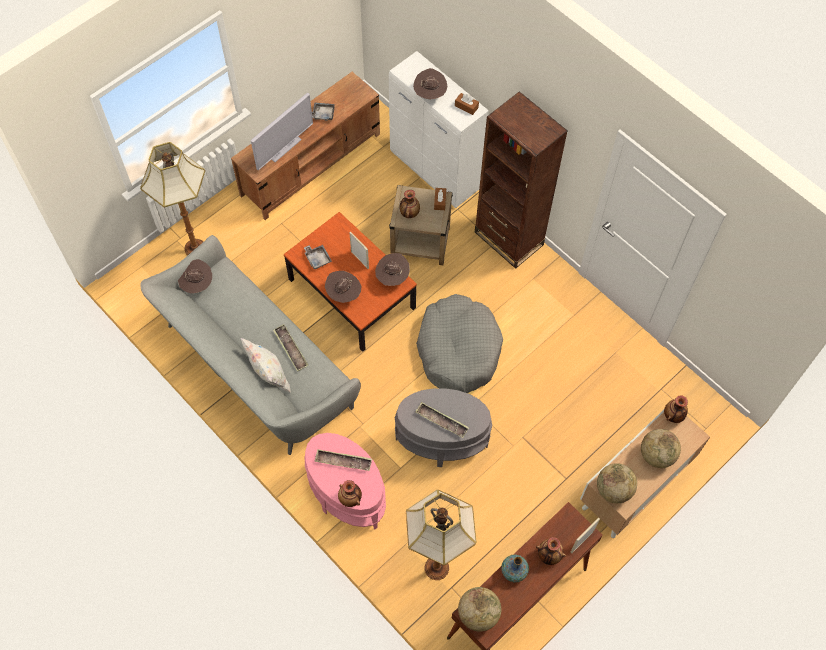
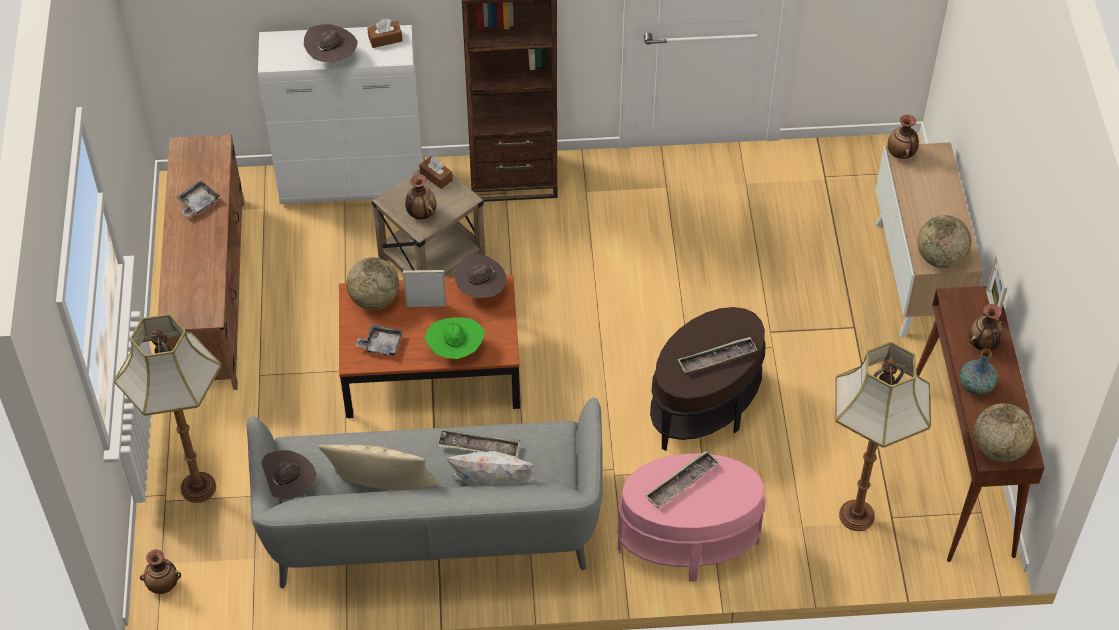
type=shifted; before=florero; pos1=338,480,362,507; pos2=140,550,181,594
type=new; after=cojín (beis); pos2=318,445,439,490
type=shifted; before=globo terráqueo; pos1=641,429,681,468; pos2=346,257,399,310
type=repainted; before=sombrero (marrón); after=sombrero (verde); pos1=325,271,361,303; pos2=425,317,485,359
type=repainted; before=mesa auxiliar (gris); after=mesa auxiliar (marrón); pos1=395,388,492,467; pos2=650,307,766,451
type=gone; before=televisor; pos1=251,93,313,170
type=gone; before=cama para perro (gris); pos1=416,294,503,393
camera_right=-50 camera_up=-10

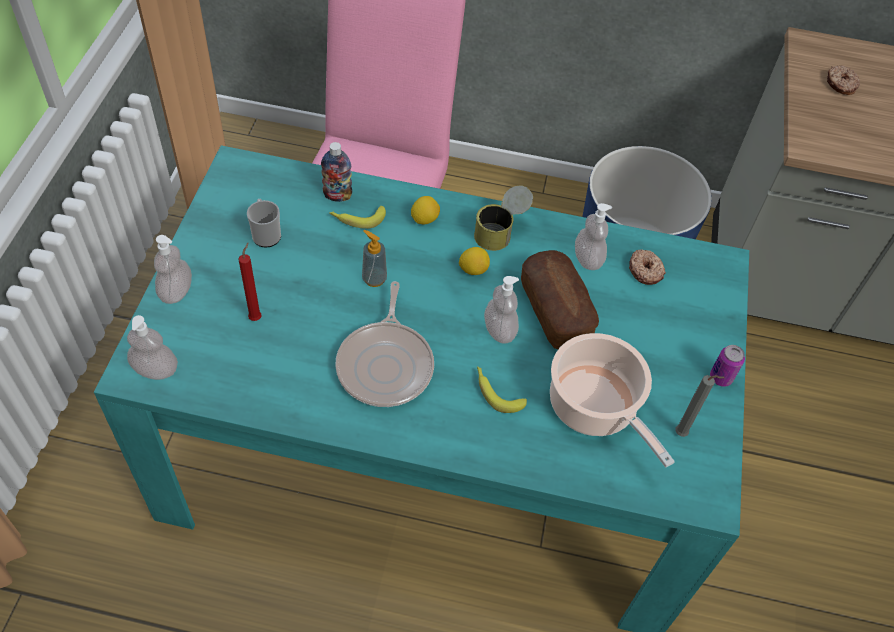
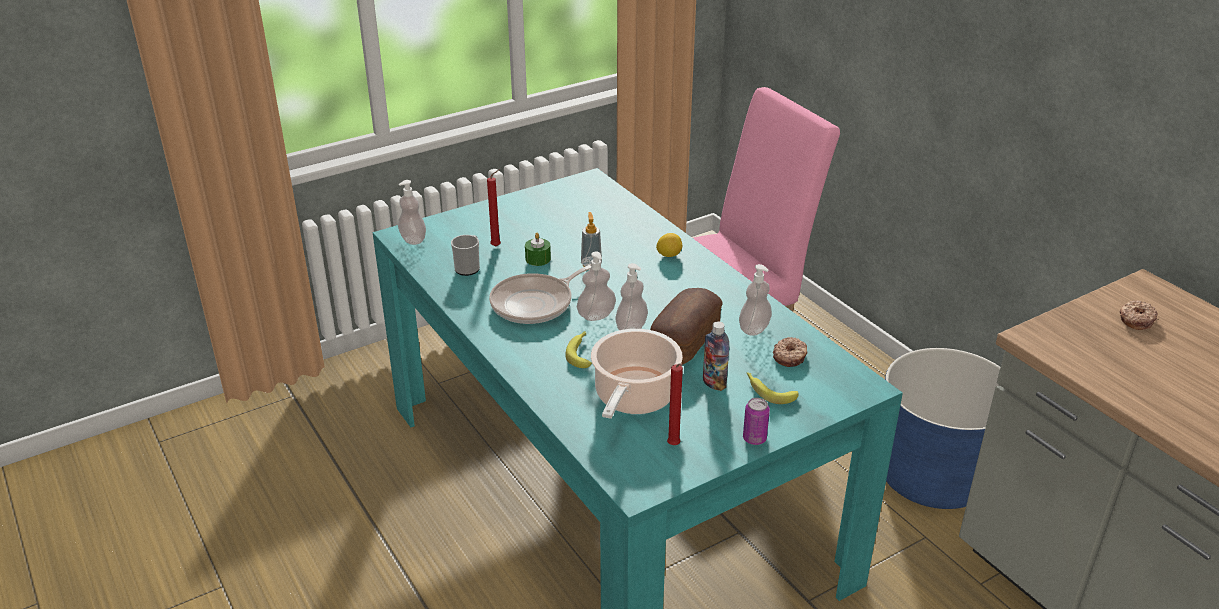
type=shifted; before=taza grande; pos1=247,199,281,248; pos2=451,235,480,276
type=new; after=vela (verde); pos2=525,233,551,266
type=shifted; before=dispensador de jabón; pos1=154,235,192,304; pos2=577,252,616,321
type=repainted; before=vela (gris); after=vela (rojo); pos1=675,375,725,437; pos2=667,363,683,445
type=shifted; before=botella; pos1=321,142,352,202; pos2=703,321,729,391
type=shifted; before=plátano; pos1=330,206,386,229; pos2=747,372,799,404
type=gone; before=limón; pos1=459,247,490,275
type=gone; before=lata; pos1=474,185,533,251
camera_right=50 camera_up=-20

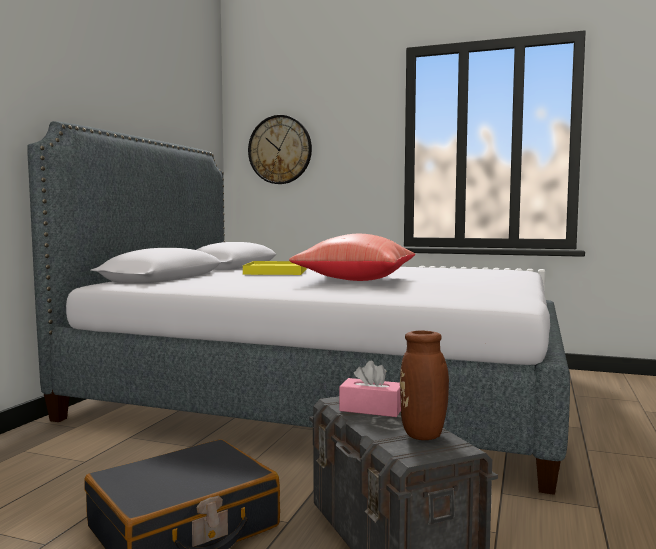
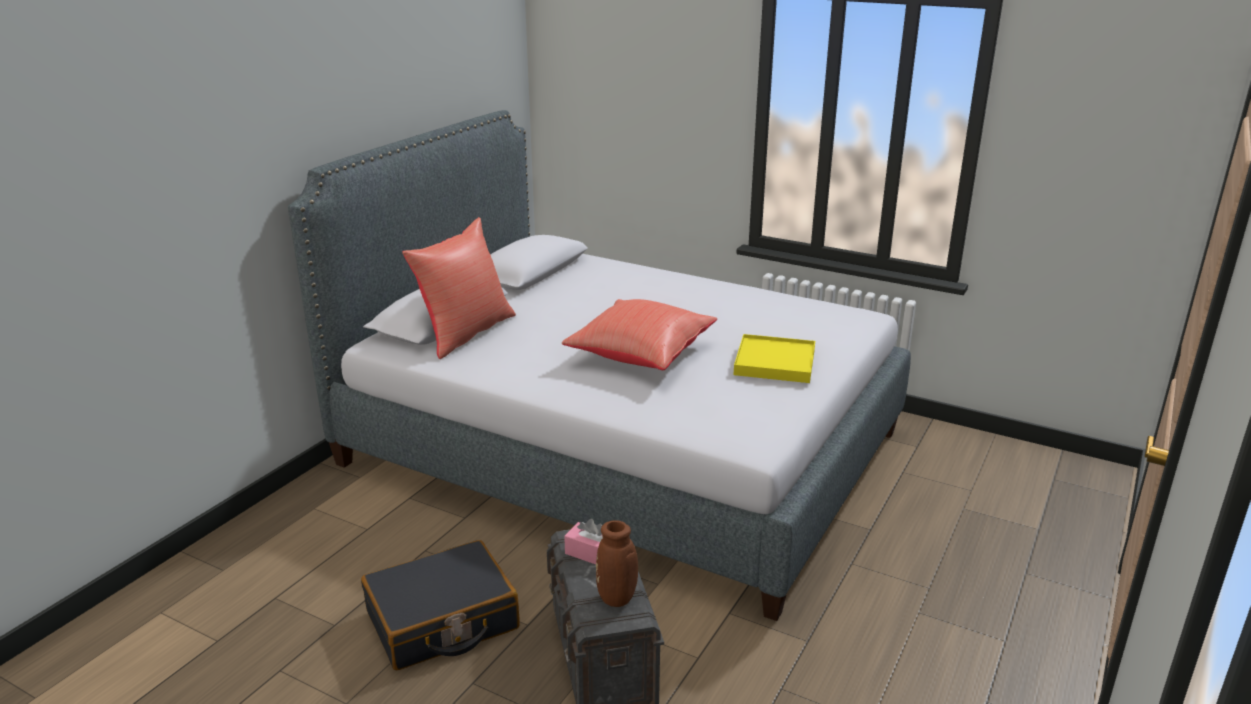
type=new; after=cojín (rojo); pos2=402,217,516,359
type=shifted; before=bandeja (amarillo); pos1=243,261,307,275; pos2=734,334,815,383
type=gone; before=reloj de pared; pos1=248,115,312,184
camera_right=10 camera_up=20

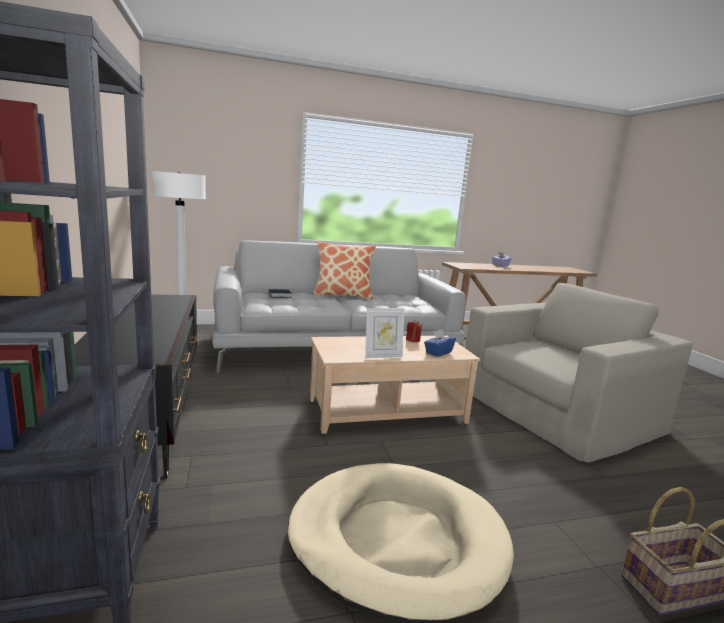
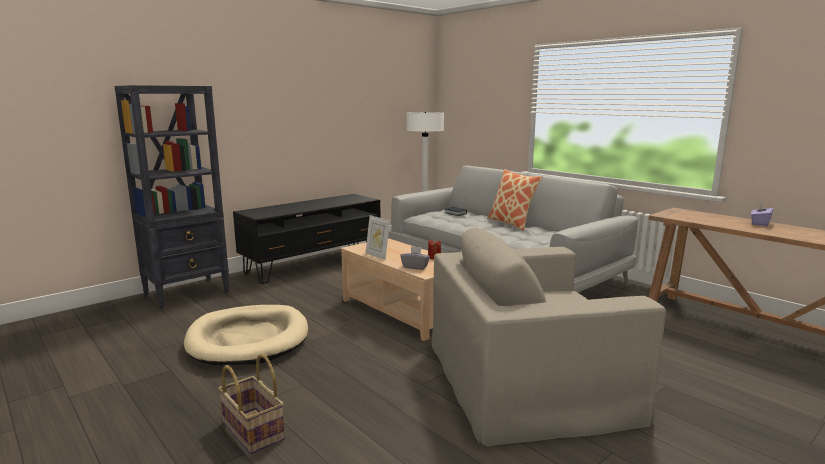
type=repainted; before=caja de pañuelos (azul); after=caja de pañuelos (gris); pos1=424,329,456,357; pos2=400,246,430,270
type=rotated; before=sillón (beis); pos1=465,283,693,463; pos2=432,227,666,446; turn=135
camera_right=65 camera_up=0

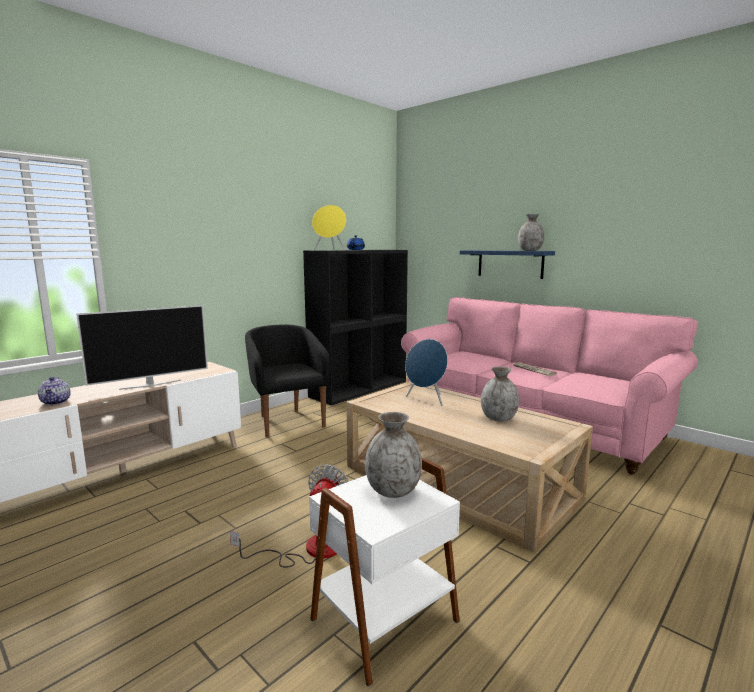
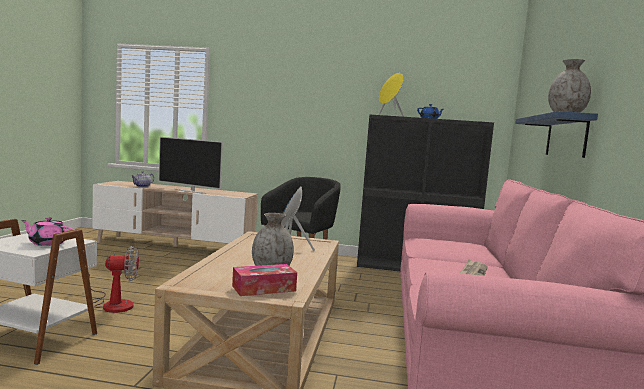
type=swapped; before=florero (gris); after=tetera (rosa); pos1=365,412,422,498; pos2=21,217,73,246
type=new; after=caja de pañuelos; pos2=232,264,297,296
camera_right=55 camera_up=-5

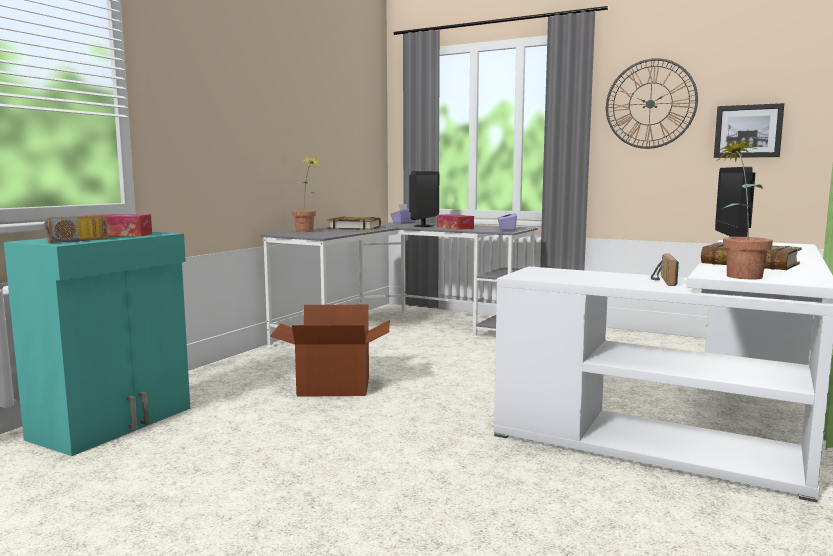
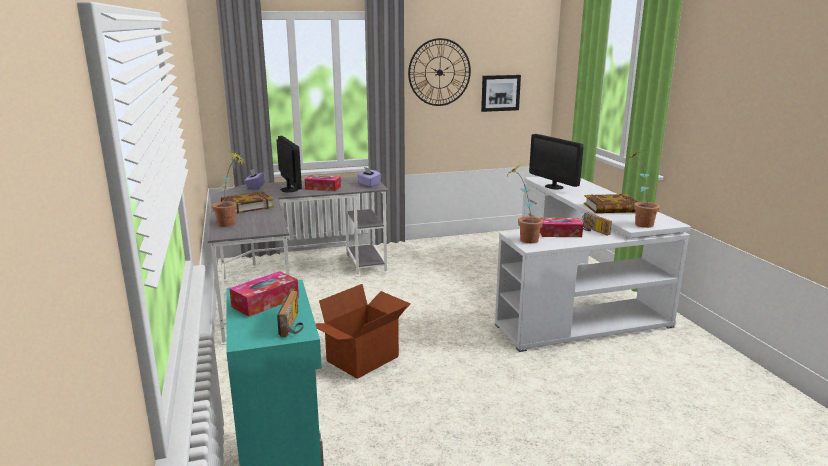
type=new; after=planta en maceta; pos2=508,165,543,243
type=new; after=caja de pañuelos; pos2=540,218,583,237
camera_right=-45 camera_up=10

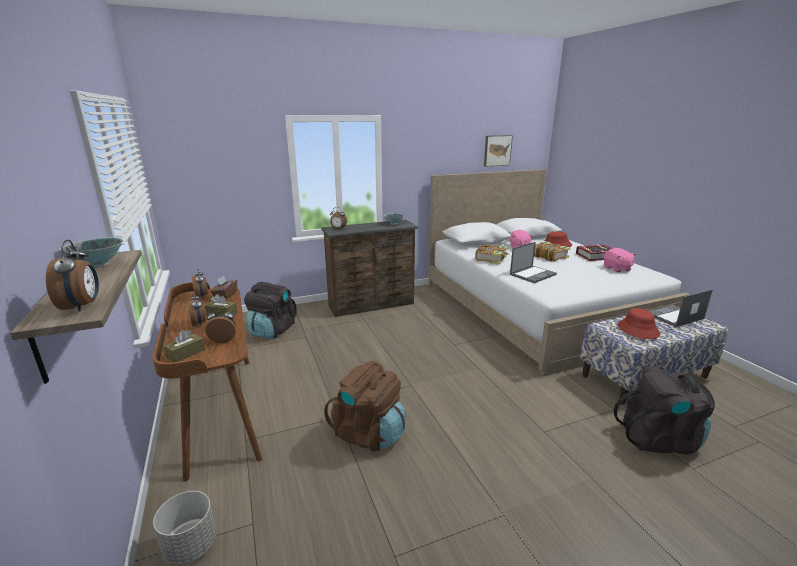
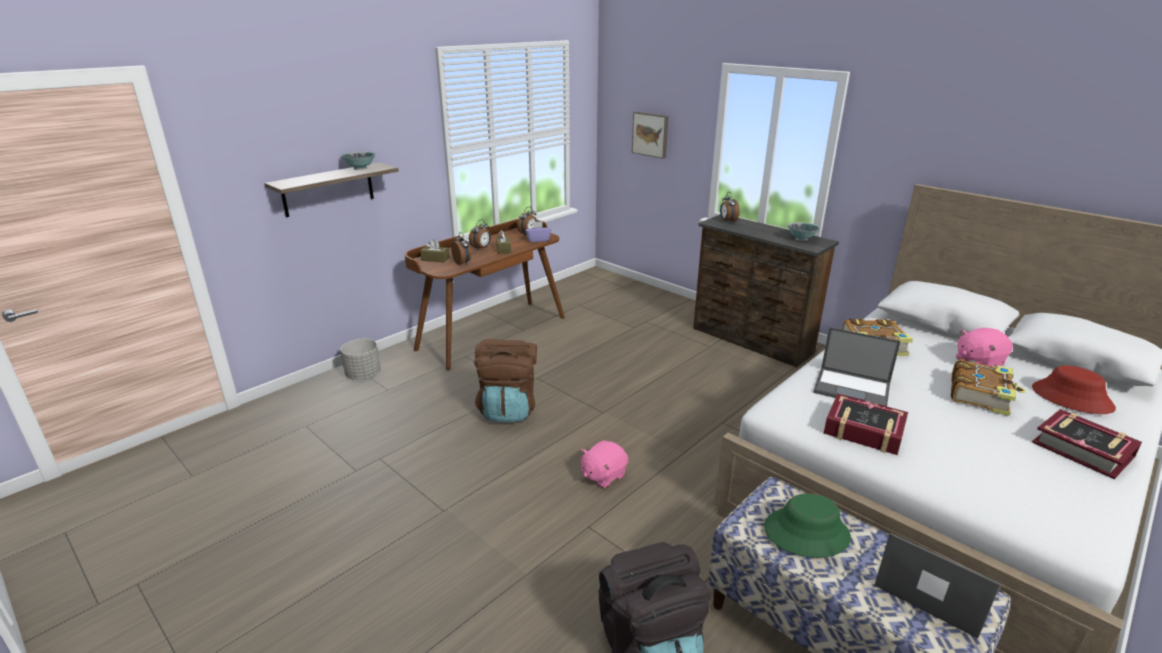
type=repainted; before=caja de pañuelos (marrón); after=caja de pañuelos (morado); pos1=211,276,237,300; pos2=525,221,551,242
type=shifted; before=peluche (rosa); pos1=604,248,636,272; pos2=581,440,628,489
type=shifted; before=cuadro; pos1=484,135,513,166; pos2=632,112,669,159
type=repainted; before=sombrero (rojo); after=sombrero (verde); pos1=618,308,660,339; pos2=764,493,851,558
type=new; after=libro; pos2=824,393,908,455
type=gone; before=despertador; pos1=46,240,99,312
type=gone; before=mochila (negro); pos1=244,282,297,339
camera_right=65 camera_up=5

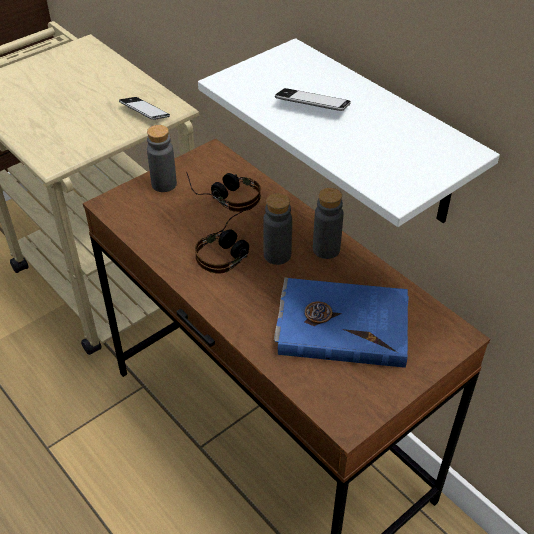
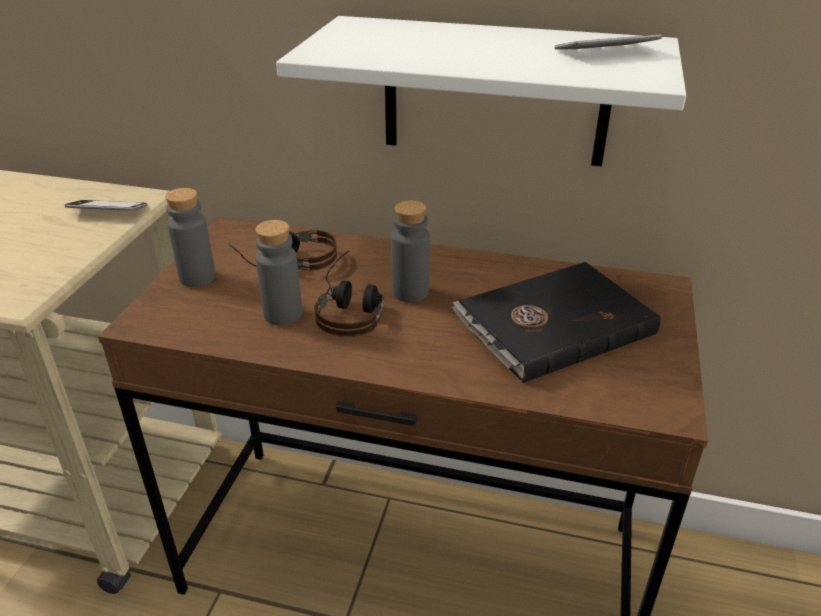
type=shifted; before=botella (gris); pos1=313,188,343,259; pos2=255,220,302,326
type=repainted; before=libro (azul); after=libro (negro); pos1=274,278,409,368; pos2=452,262,661,383
type=shifted; before=móvil; pos1=275,88,351,111; pos2=555,34,662,50
camera_right=-35 camera_up=-10

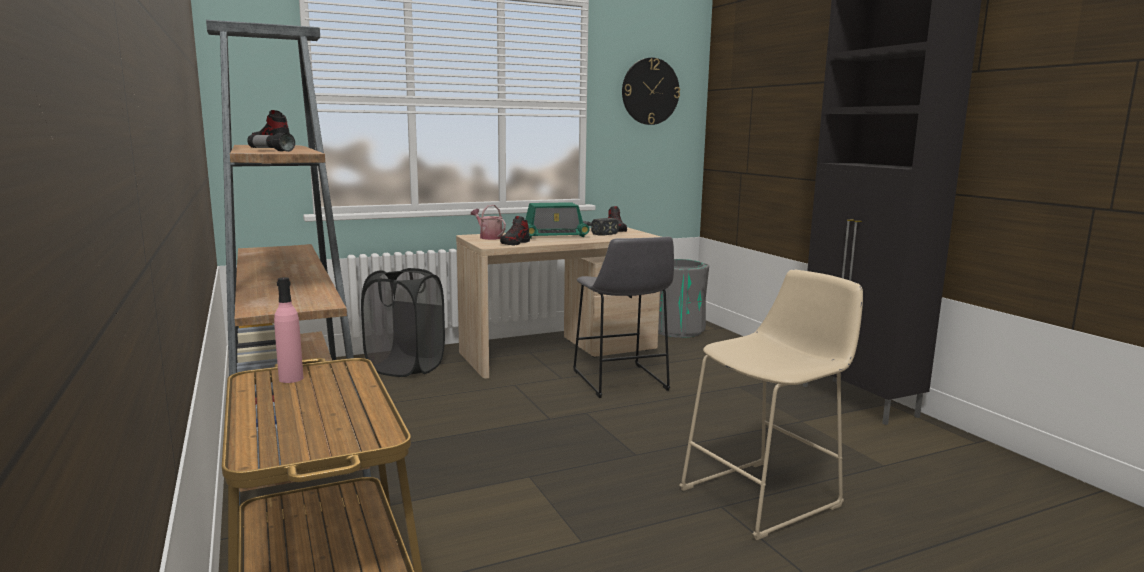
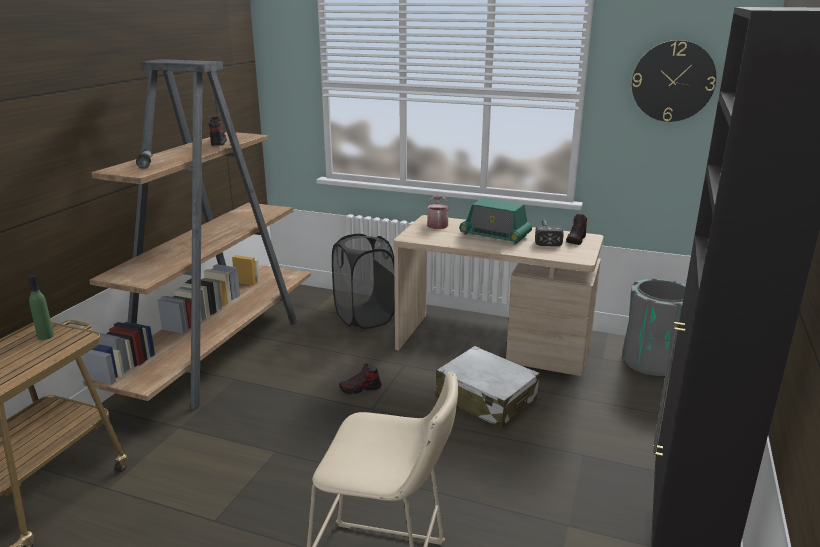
type=repainted; before=botella (rosa); after=botella (verde); pos1=274,277,304,383; pos2=28,275,54,340
type=shifted; before=zapato; pos1=500,216,530,246; pos2=339,364,382,394
type=swapped; before=taburete (gris); after=maleta (blanco); pos1=573,237,674,398; pos2=435,346,540,428
camera_right=45 camera_up=10

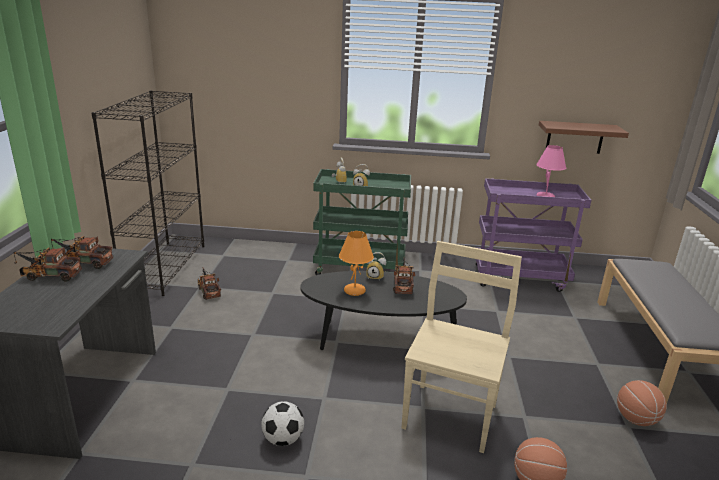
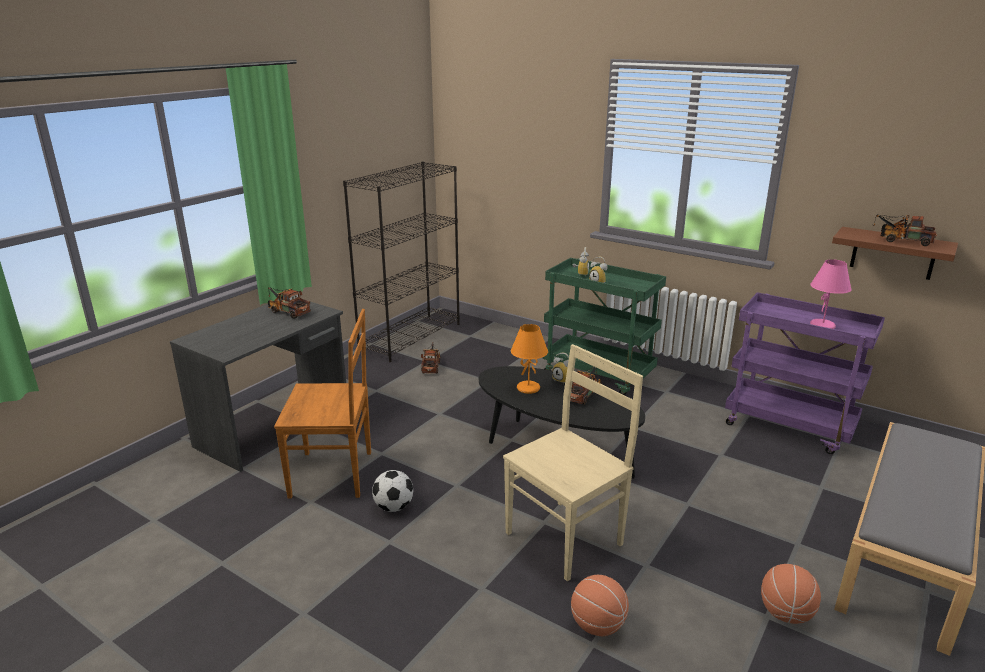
type=new; after=silla (marrón); pos2=274,309,371,498
type=shifted; before=camión de juguete; pos1=14,248,82,281; pos2=872,215,937,246
camera_right=30 camera_up=0

